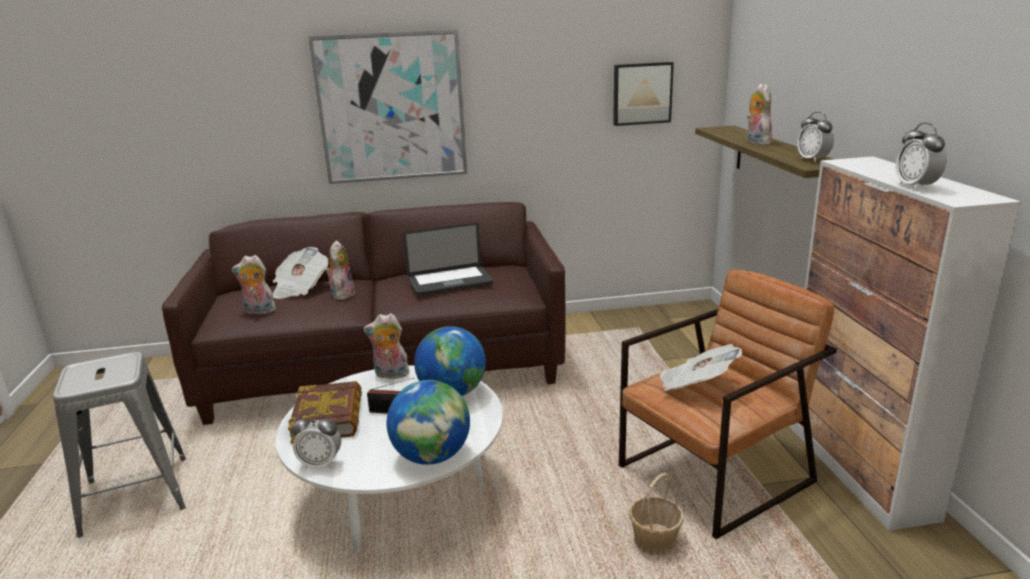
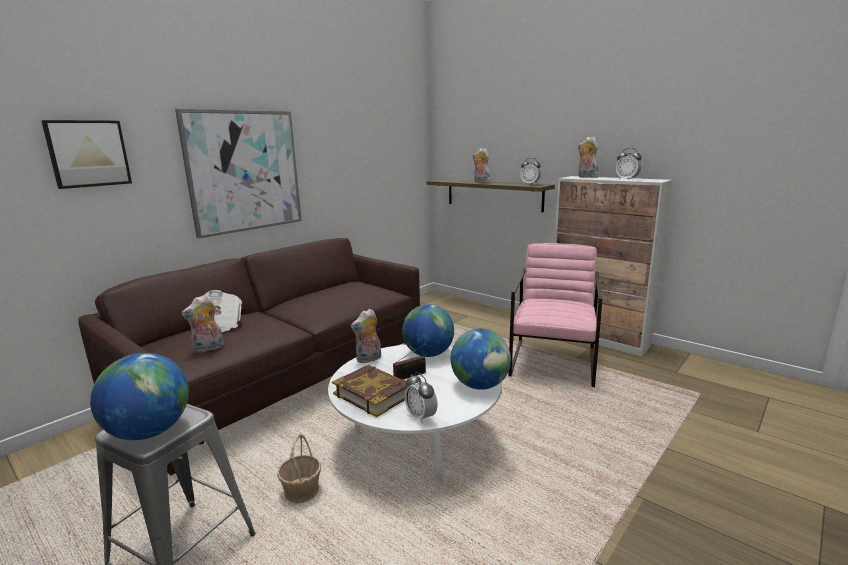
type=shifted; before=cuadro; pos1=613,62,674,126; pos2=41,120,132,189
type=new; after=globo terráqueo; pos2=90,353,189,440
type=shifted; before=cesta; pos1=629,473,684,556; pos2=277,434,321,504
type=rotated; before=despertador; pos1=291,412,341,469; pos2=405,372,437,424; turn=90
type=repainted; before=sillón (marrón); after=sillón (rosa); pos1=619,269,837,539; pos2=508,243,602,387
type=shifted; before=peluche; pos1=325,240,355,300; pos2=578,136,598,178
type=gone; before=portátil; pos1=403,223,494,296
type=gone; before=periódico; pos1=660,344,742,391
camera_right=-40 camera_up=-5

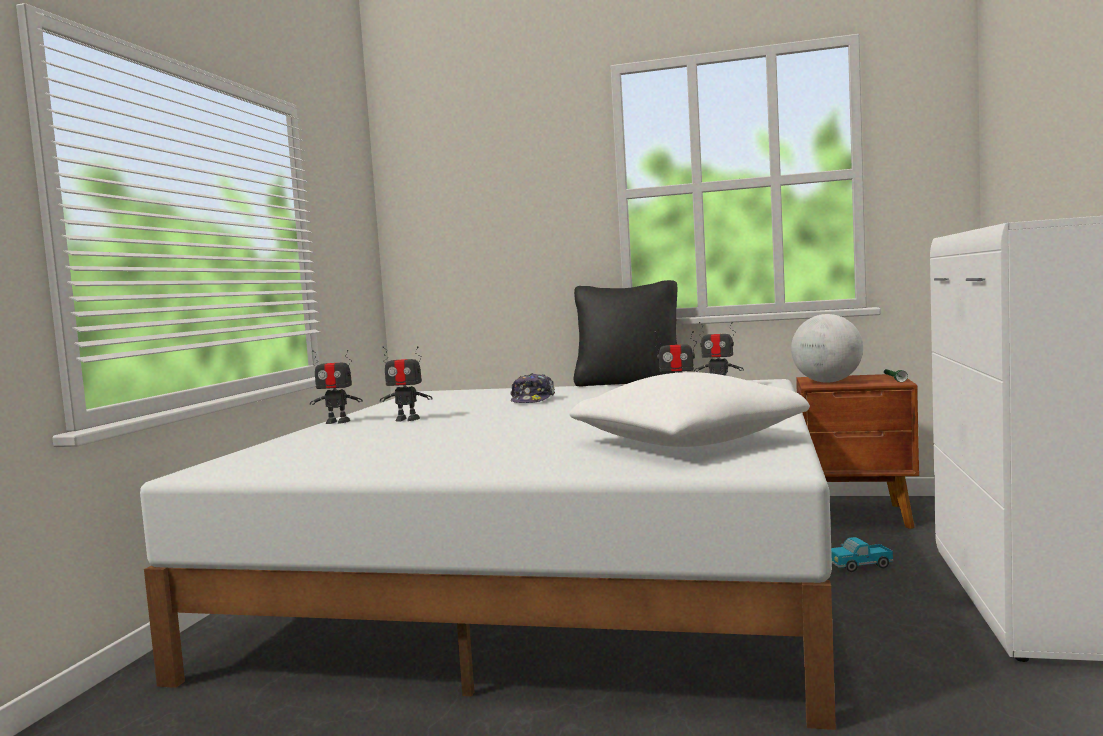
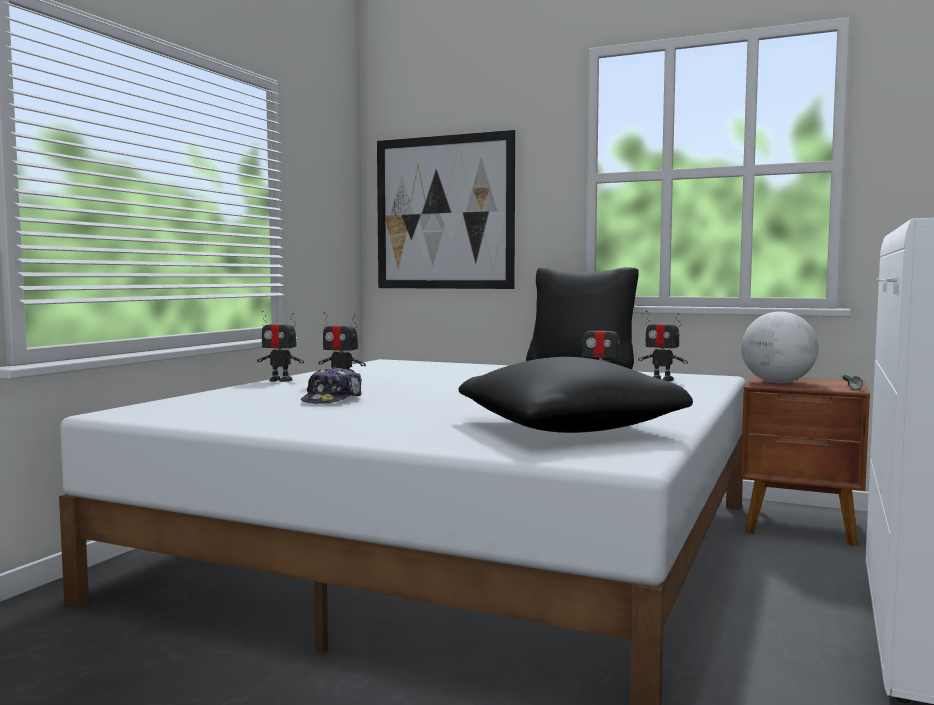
type=shifted; before=gorra; pos1=511,373,555,403; pos2=301,367,362,404
type=new; after=cuadro; pos2=377,130,515,289
type=repainted; before=cojín (blanco); after=cojín (negro); pos1=569,372,810,447; pos2=458,357,693,433
type=gone; before=camión de juguete; pos1=831,537,894,572
camera_right=10 camera_up=0

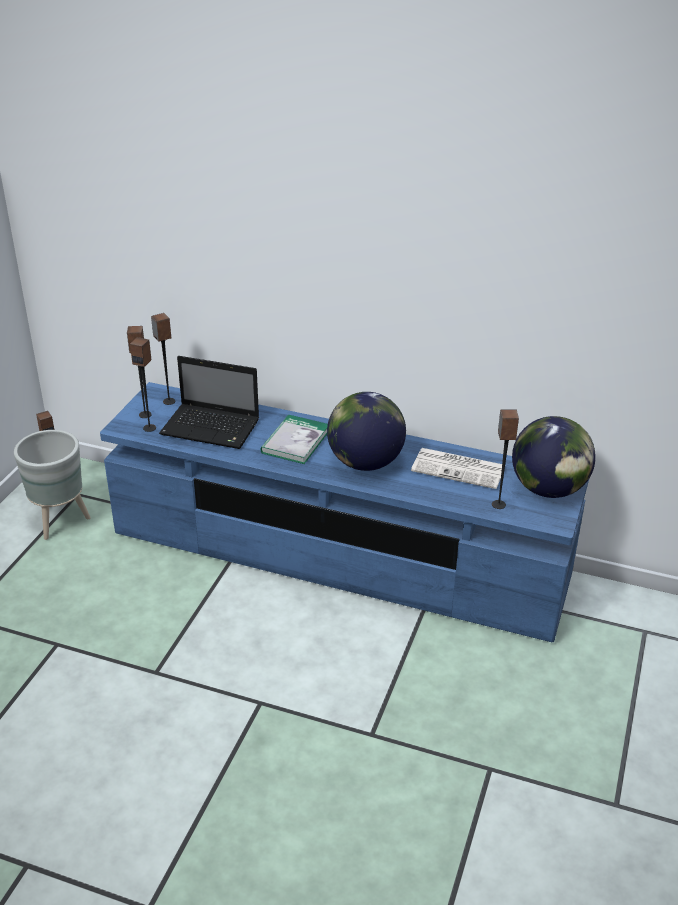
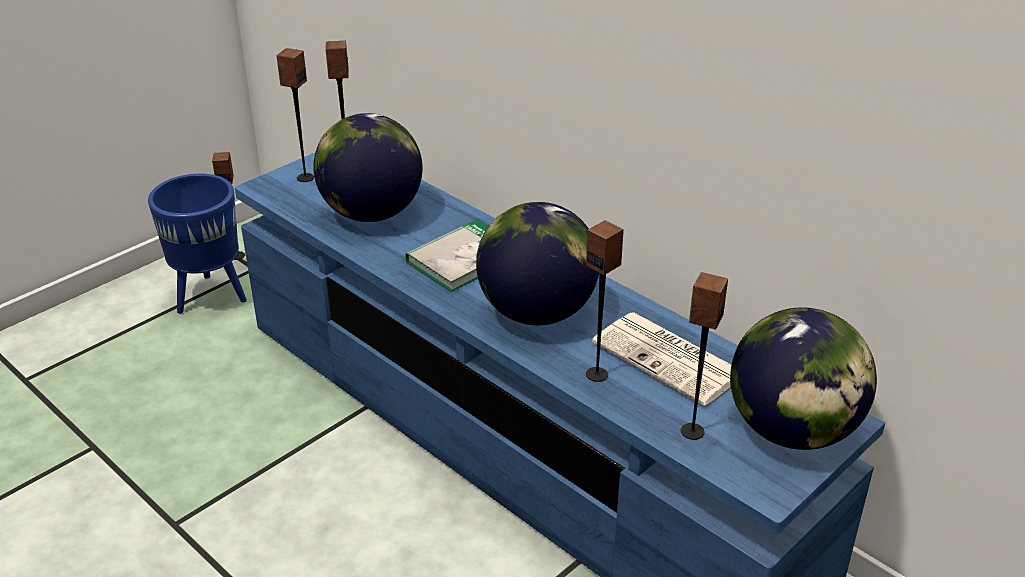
type=repainted; before=maceta (gris); after=maceta (azul); pos1=14,430,91,540; pos2=148,174,247,314
type=swapped; before=portátil; after=globo terráqueo; pos1=159,356,259,449; pos2=313,113,423,222
type=shifted; before=altavoz; pos1=130,337,156,432; pos2=586,220,624,382
camera_right=25 camera_up=0

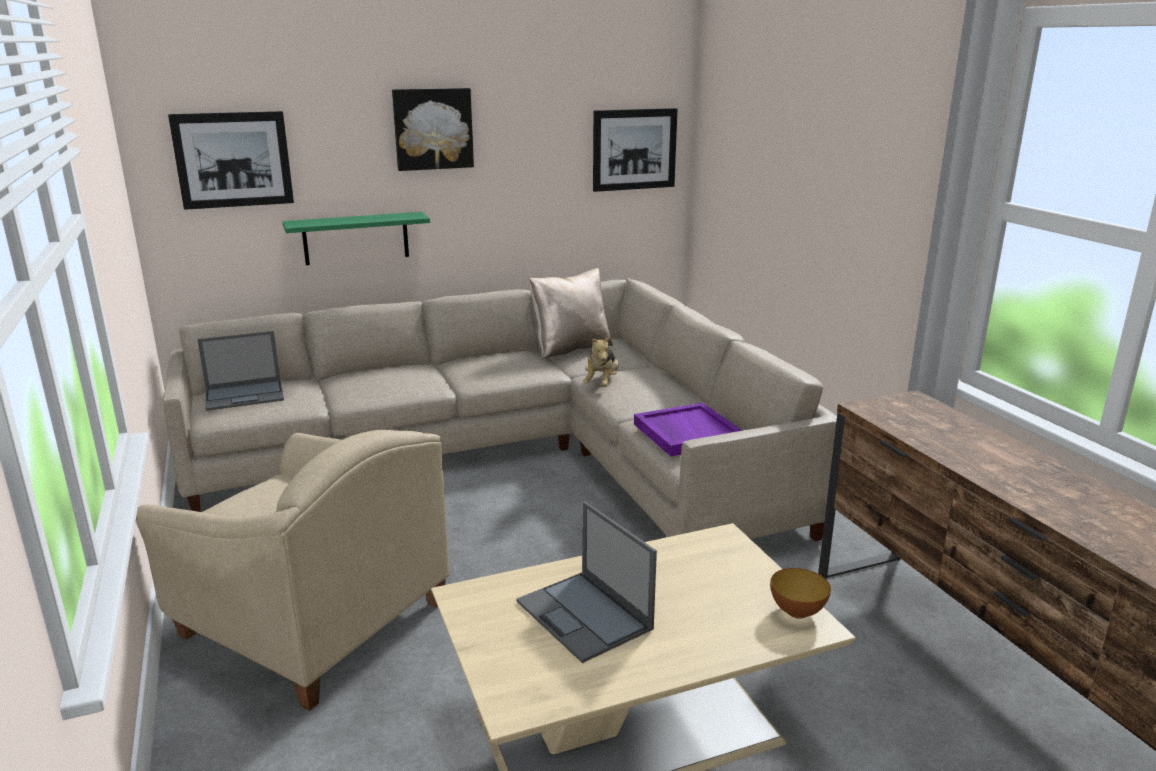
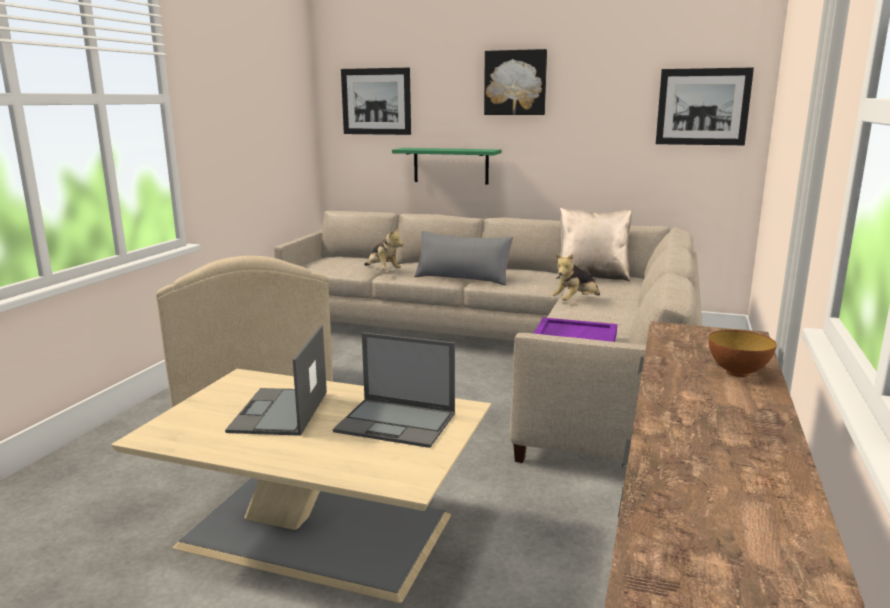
type=shifted; before=portátil; pos1=197,331,284,411; pos2=333,333,455,448
type=new; after=peluche; pos2=364,228,403,270
type=new; after=cojín (gris); pos2=414,231,513,286
type=shifted; before=cuenco; pos1=770,568,831,618; pos2=708,330,777,377
camera_right=40 camera_up=-5

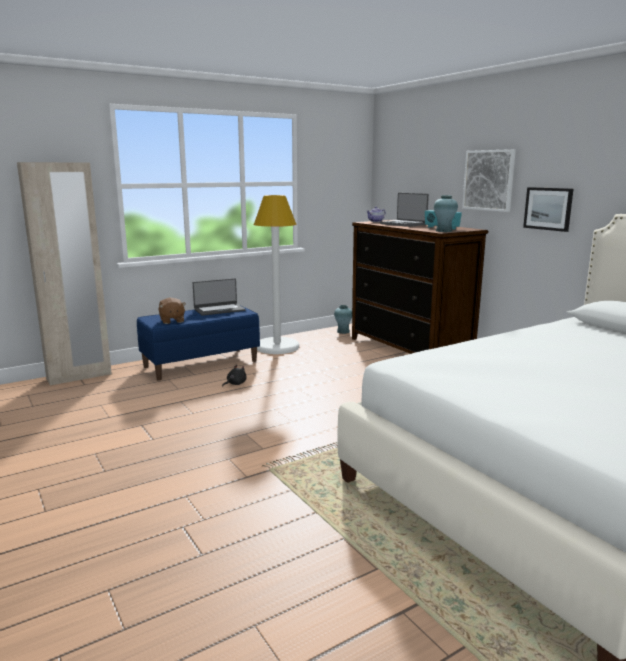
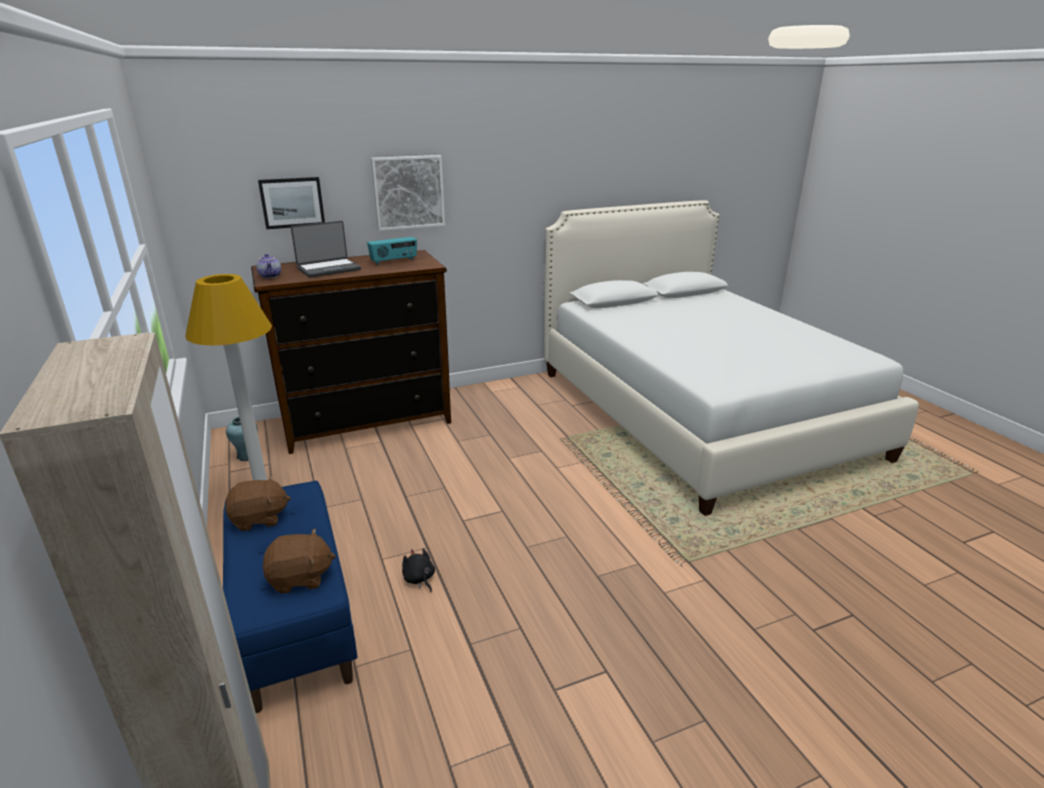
type=swapped; before=portátil; after=peluche (marrón); pos1=193,278,246,316; pos2=225,475,291,531
type=shifted; before=cuadro; pos1=523,187,573,232; pos2=258,177,325,229
type=gone; before=florero (turquesa); pos1=434,195,458,232
camera_right=-80 camera_up=10

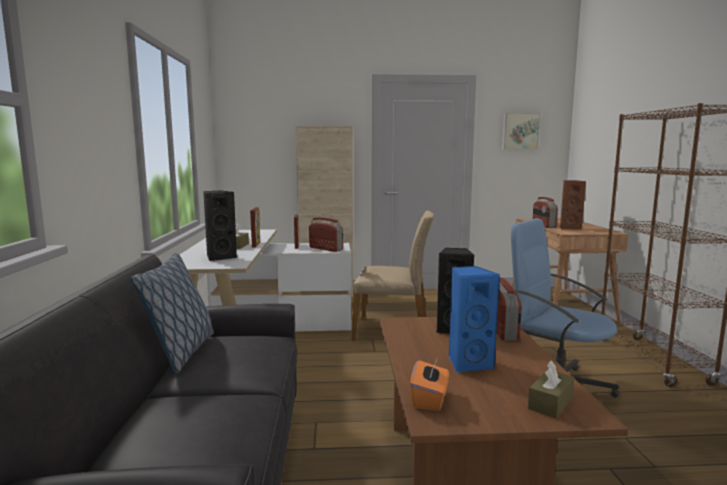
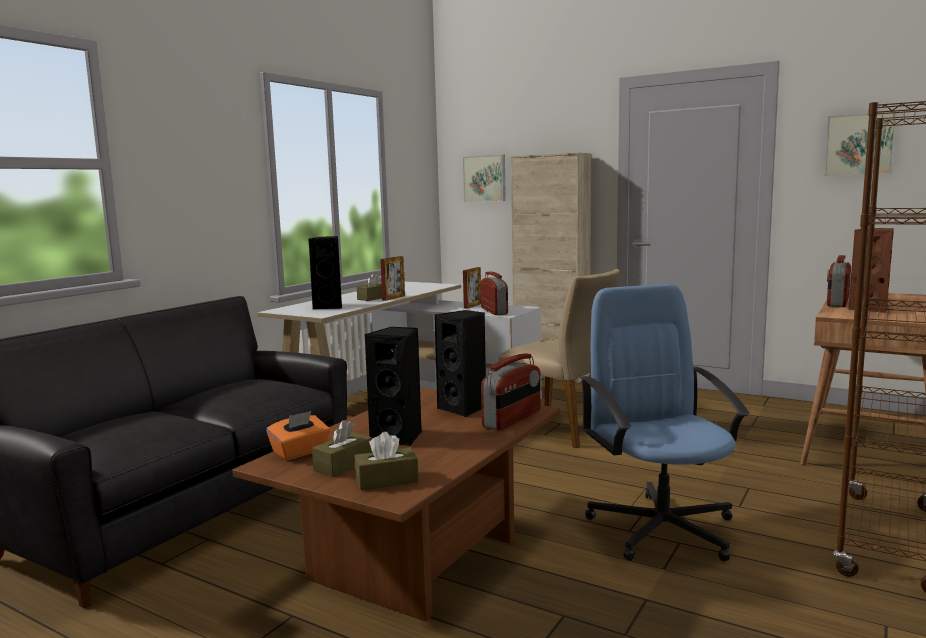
type=new; after=caja de pañuelos (marrón); pos2=312,420,372,477
type=repainted; before=altavoz (azul); after=altavoz (negro); pos1=449,266,500,373; pos2=364,327,422,447
type=new; after=cuadro; pos2=463,155,506,202
type=gone; before=cojín; pos1=130,253,214,374
camera_right=35 camera_up=0

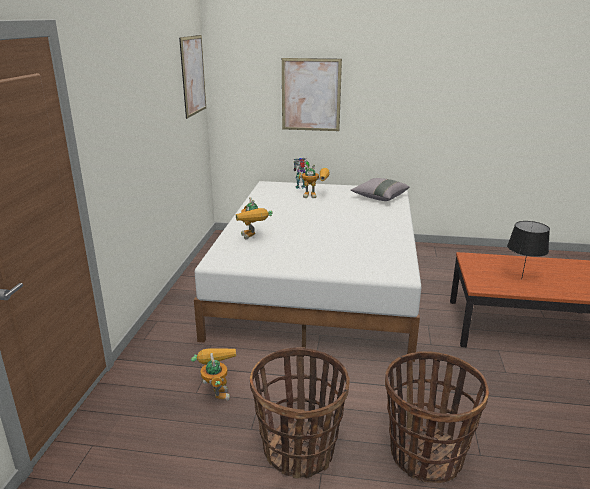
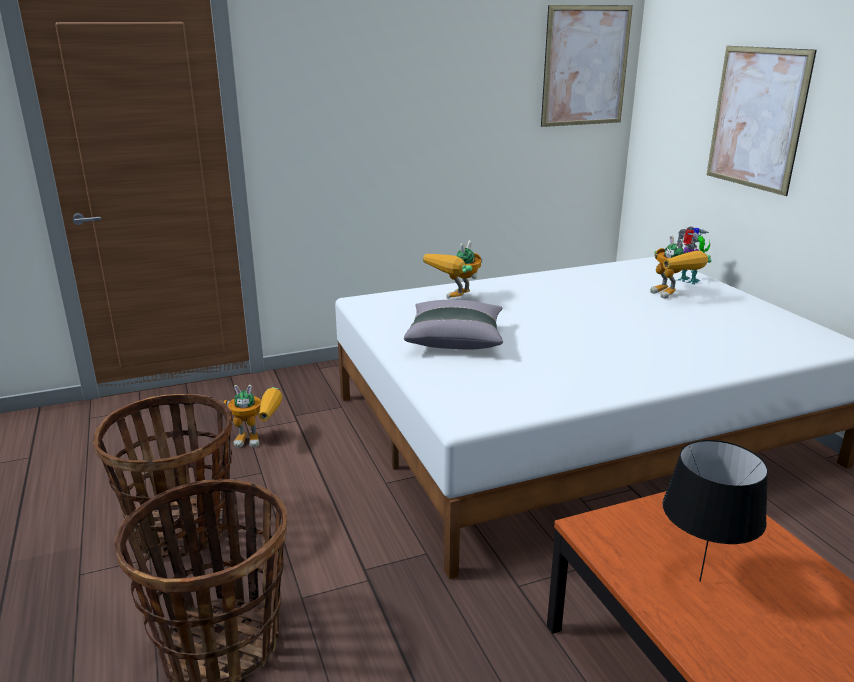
type=rotated; before=robot de juguete; pos1=191,348,236,401; pos2=224,385,282,448; turn=45
type=shifted; before=cojín (gris); pos1=351,178,409,201; pos2=404,300,503,350
camera_right=60 camera_up=0

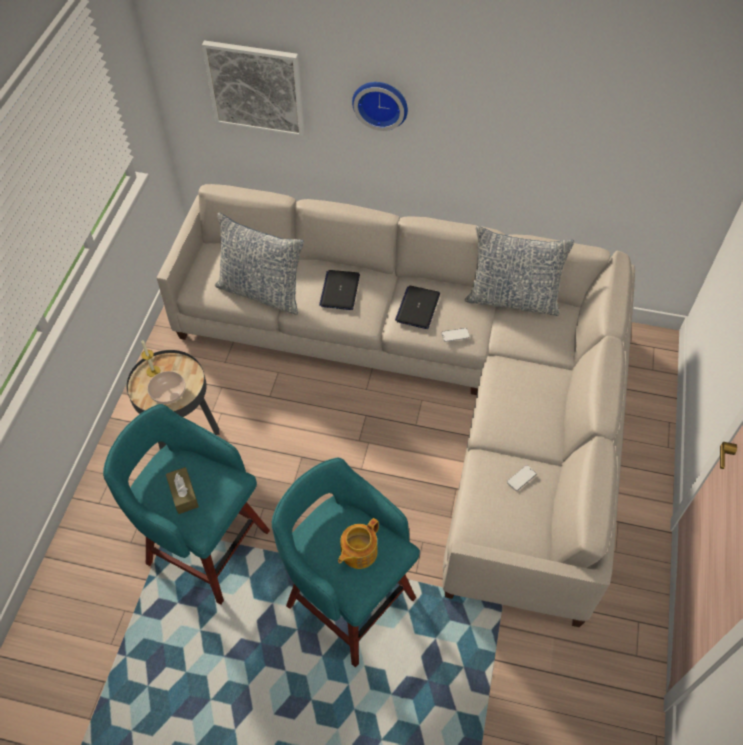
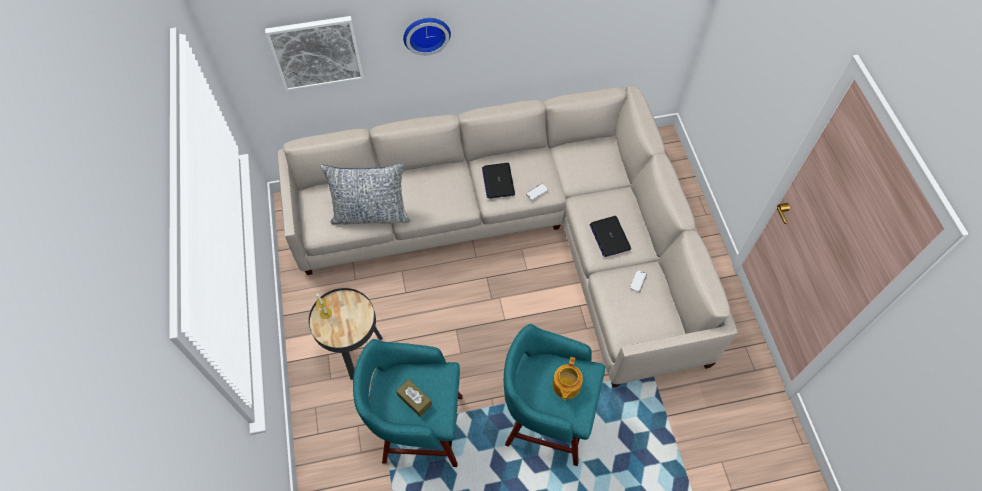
type=shifted; before=portátil; pos1=319,270,360,310; pos2=589,216,631,257
type=gone; before=cuenco; pos1=147,371,185,404
type=gone; before=cojín; pos1=465,226,574,316
camera_right=-25 camera_up=5

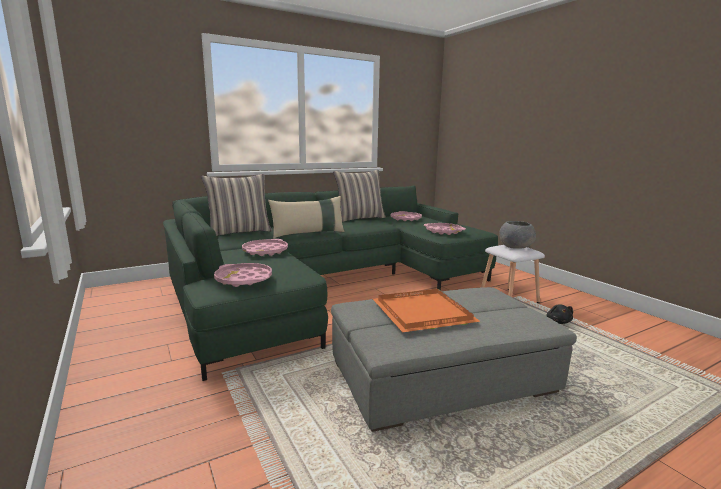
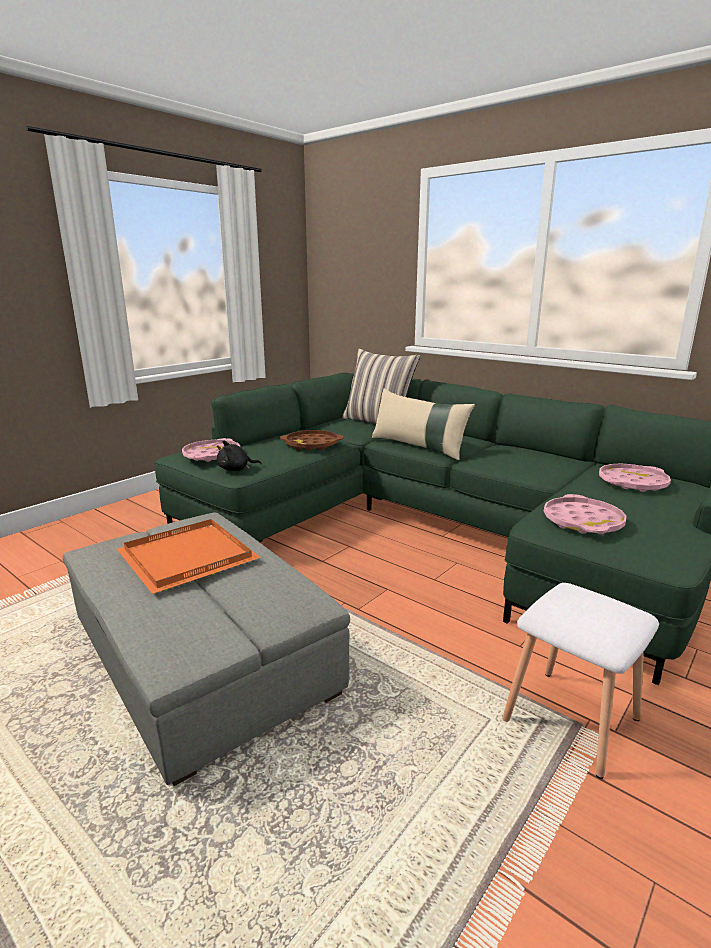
type=shifted; before=peluche (negro); pos1=546,304,573,324; pos2=217,441,262,471
type=repainted; before=bandeja (rosa); after=bandeja (marrón); pos1=242,239,288,256; pos2=280,430,344,451
type=gone; before=cojín; pos1=333,170,386,222
type=gone; before=cuenco (gris); pos1=499,221,536,249
camera_right=70 camera_up=5

